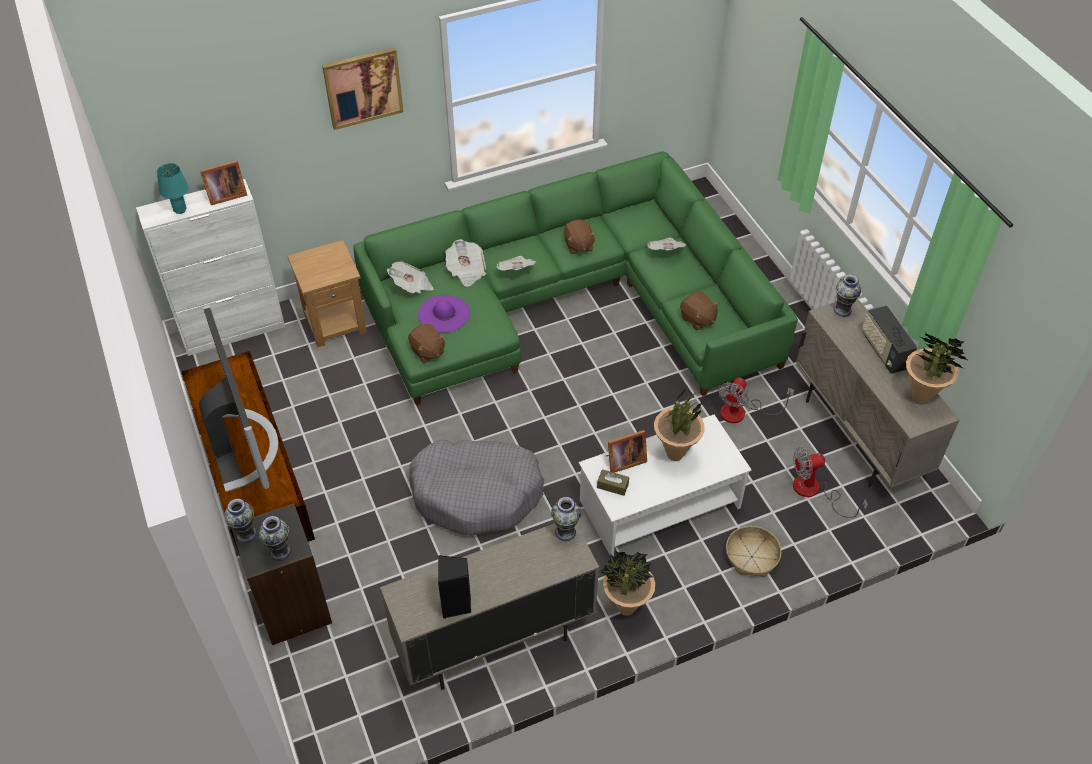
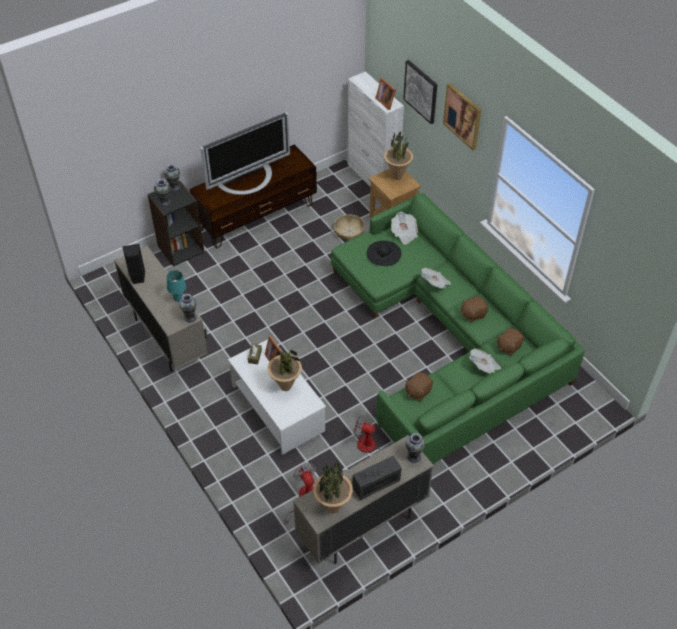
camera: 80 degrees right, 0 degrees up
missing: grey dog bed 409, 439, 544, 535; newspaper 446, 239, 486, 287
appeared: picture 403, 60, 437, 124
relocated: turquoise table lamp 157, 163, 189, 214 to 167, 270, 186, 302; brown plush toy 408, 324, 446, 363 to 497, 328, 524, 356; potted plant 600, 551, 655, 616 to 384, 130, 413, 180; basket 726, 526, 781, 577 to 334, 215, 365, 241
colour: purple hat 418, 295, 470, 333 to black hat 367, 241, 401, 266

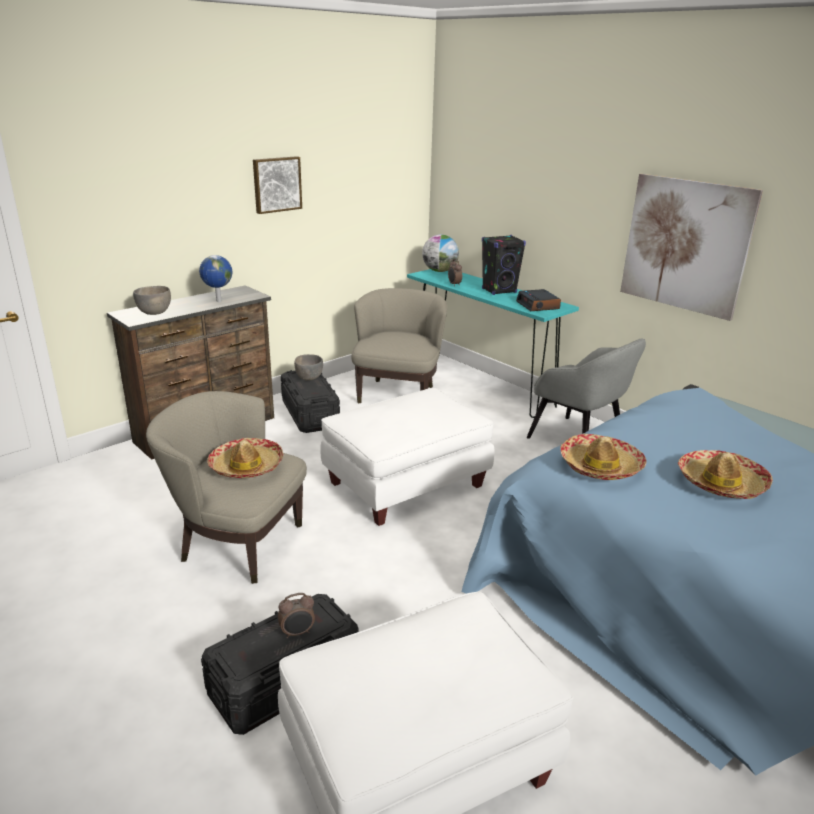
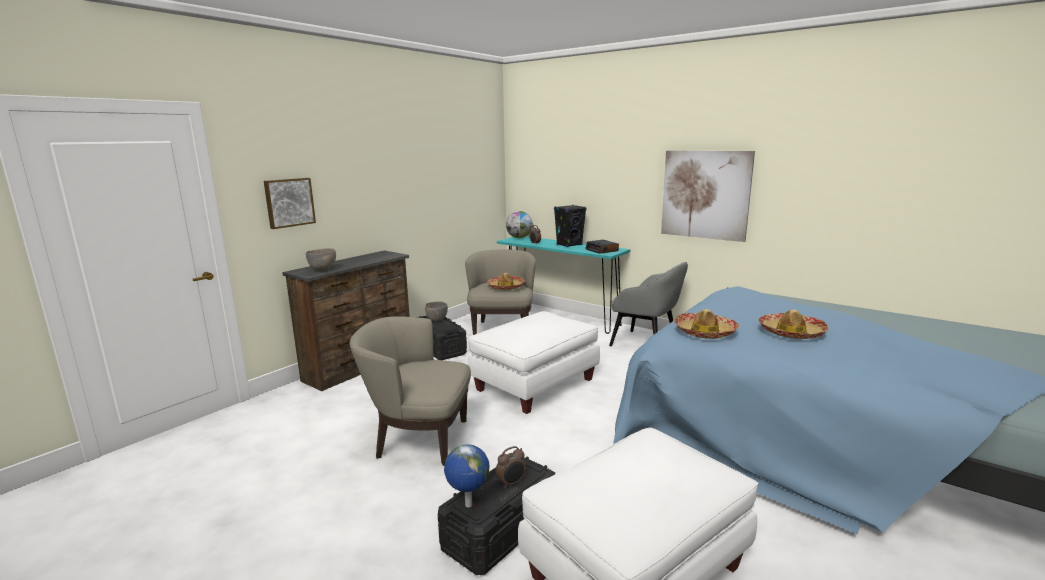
camera: 10 degrees left, 10 degrees down
relocated: globe 199, 255, 232, 302 to 444, 444, 489, 507; hat 207, 438, 283, 478 to 487, 273, 525, 290; picture 253, 156, 302, 214 to 264, 178, 316, 229

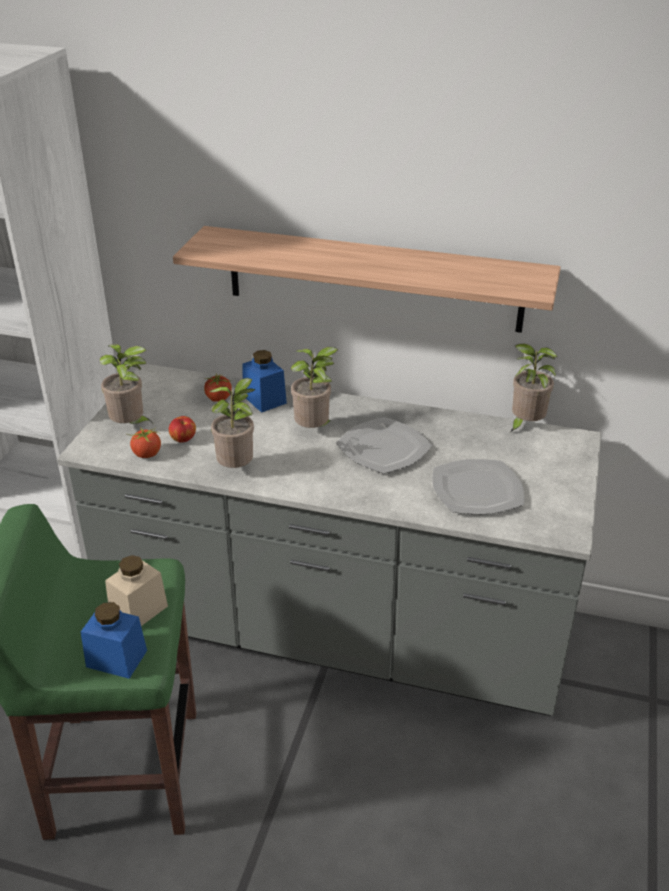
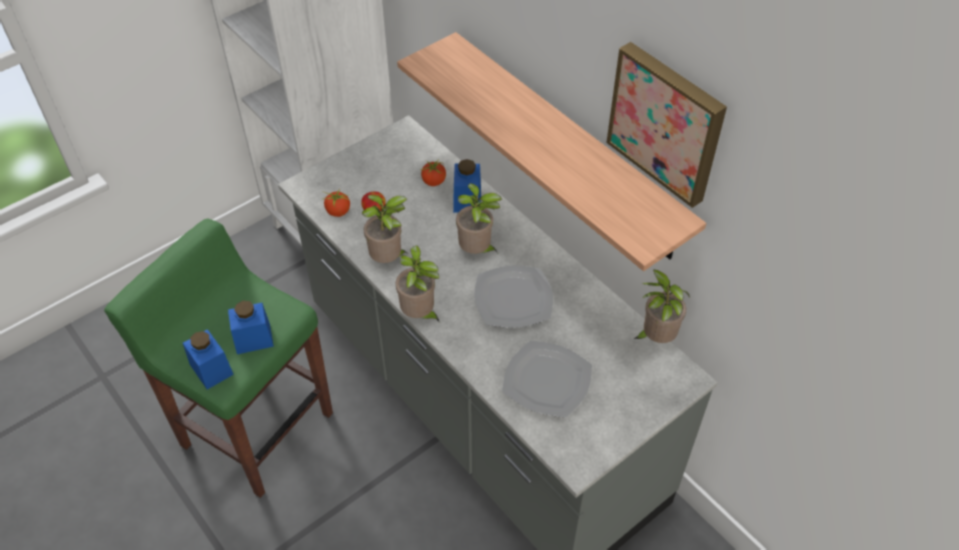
camera: 35 degrees right, 15 degrees up
appeared: picture 606, 42, 727, 208
relocated: potted plant 100, 344, 151, 424 to 395, 245, 440, 323
colour: beige jar 105, 555, 168, 626 to blue jar 228, 301, 274, 354

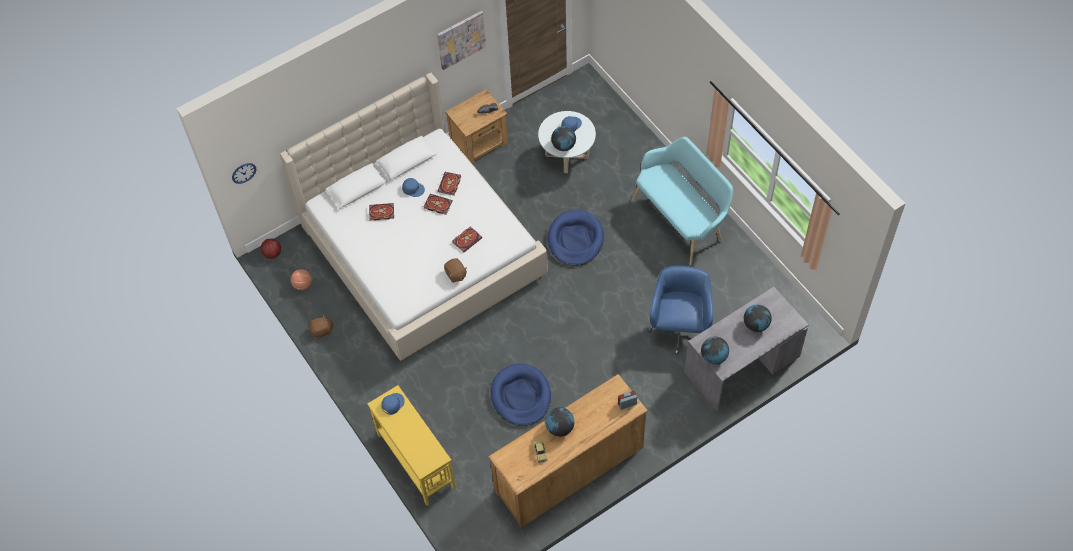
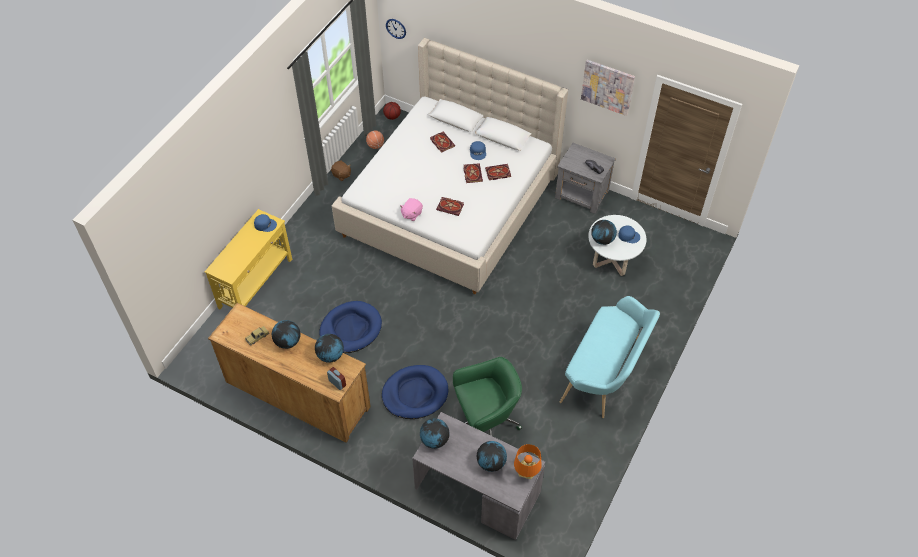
camera: 60 degrees right, 5 degrees down
appeared: globe 315, 334, 344, 363; orange table lamp 514, 444, 542, 479
relocated: blue dog bed 548, 210, 604, 266 to 382, 365, 448, 419
colour: brown plush toy 444, 258, 467, 283 to pink plush toy 400, 198, 423, 221; brown nightstand 445, 89, 508, 164 to grey nightstand 555, 143, 616, 214; blue office chair 647, 266, 713, 355 to green office chair 453, 357, 522, 436

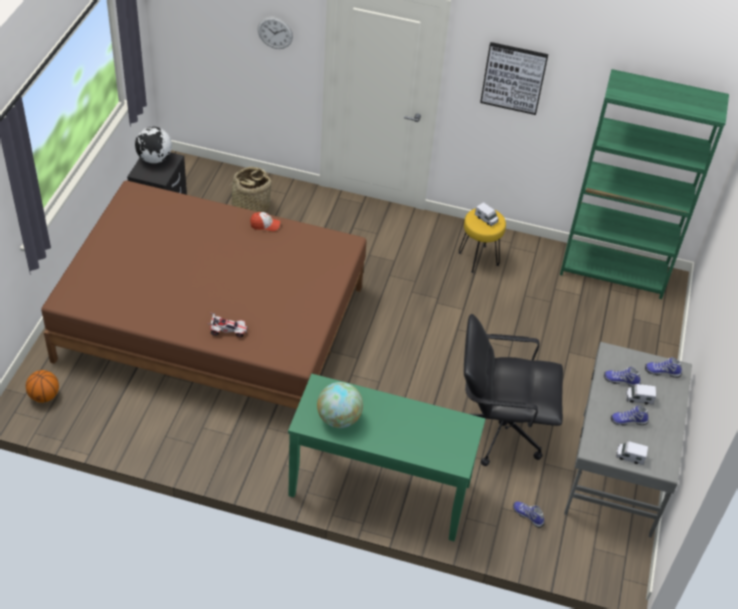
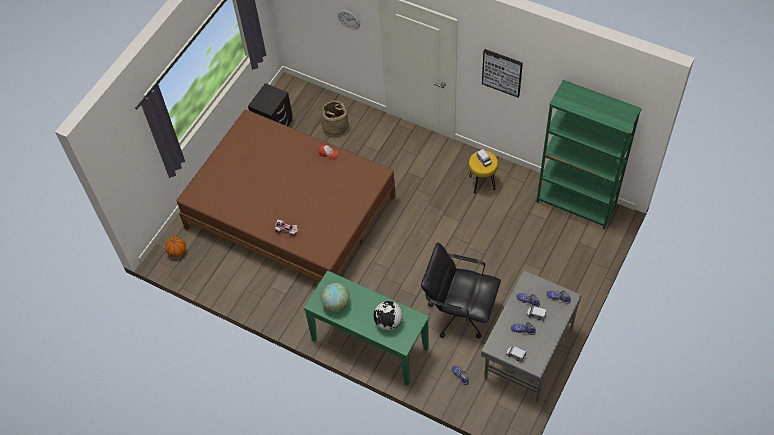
camera: 20 degrees right, 10 degrees up
relocated: globe 135, 127, 172, 163 to 374, 301, 403, 330

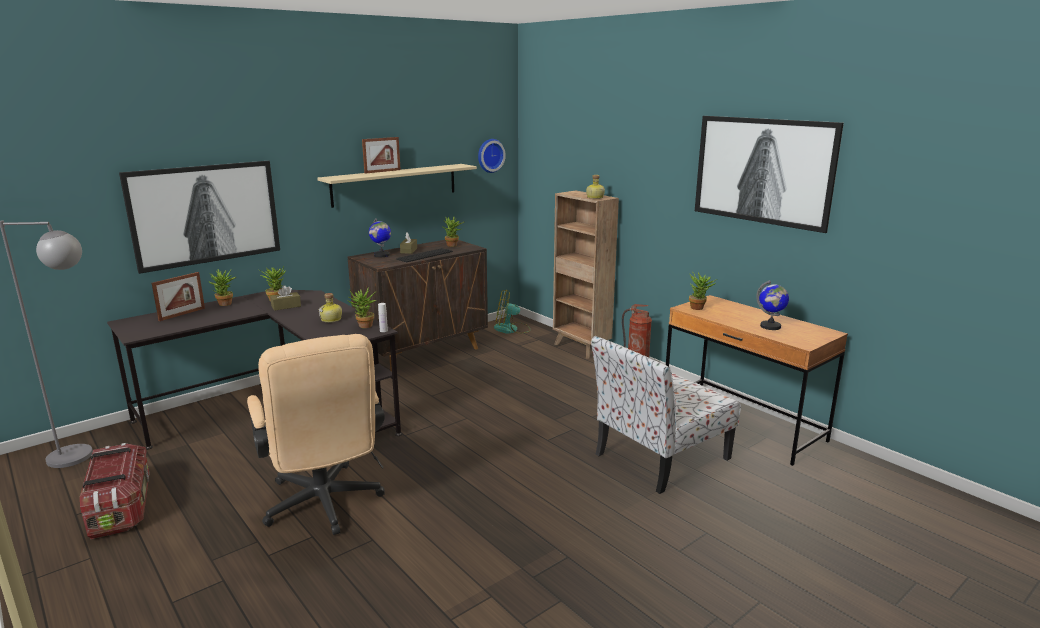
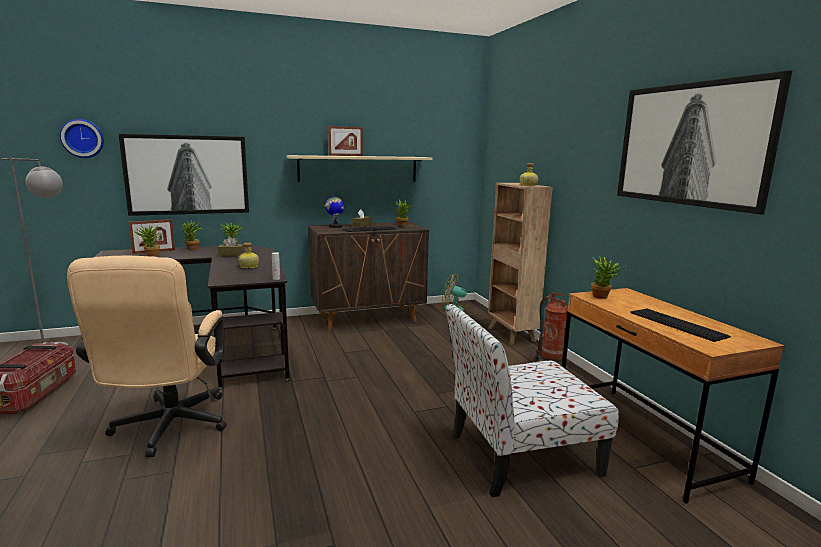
camera: 20 degrees right, 5 degrees down
relocated: potted plant 347, 287, 377, 328 to 134, 224, 160, 256; wall clock 478, 139, 506, 173 to 60, 119, 104, 158
exchanged: globe 756, 280, 789, 330 to keyboard 630, 309, 731, 342

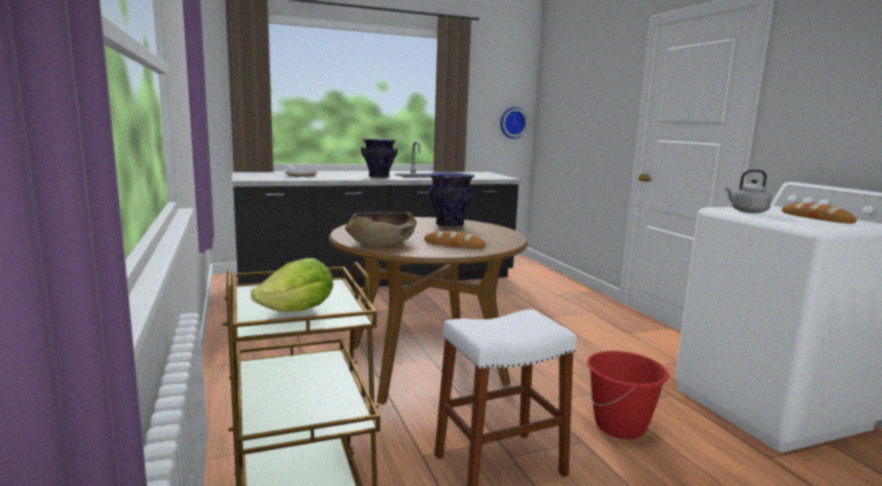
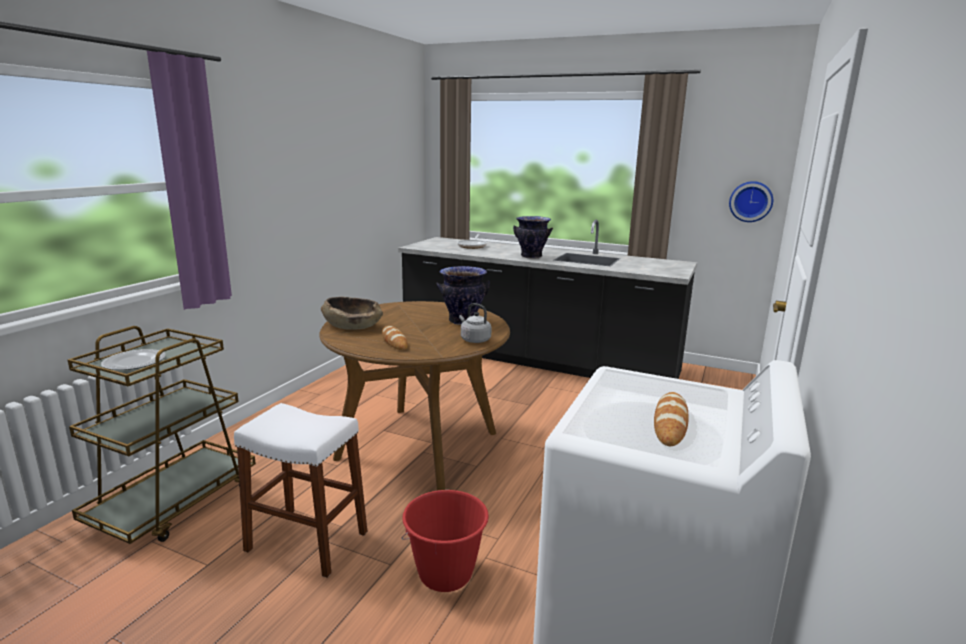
camera: 45 degrees right, 5 degrees up
relocated: grey kettle 725, 170, 772, 213 to 459, 303, 492, 343
exchanged: lettuce 251, 258, 333, 312 to plate 101, 349, 166, 370

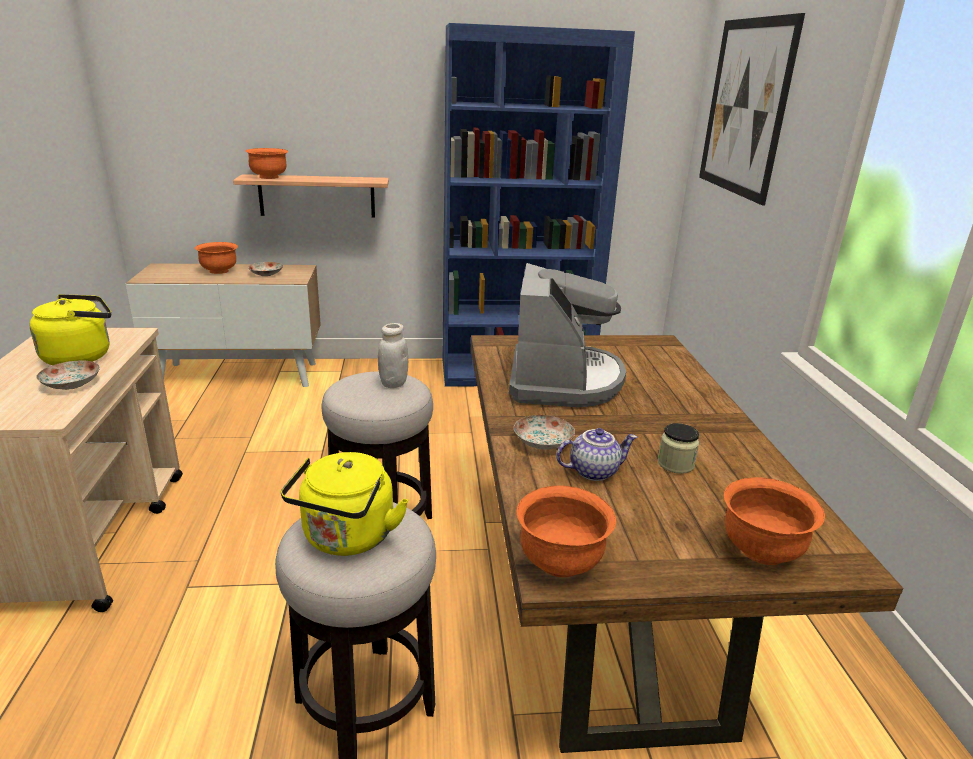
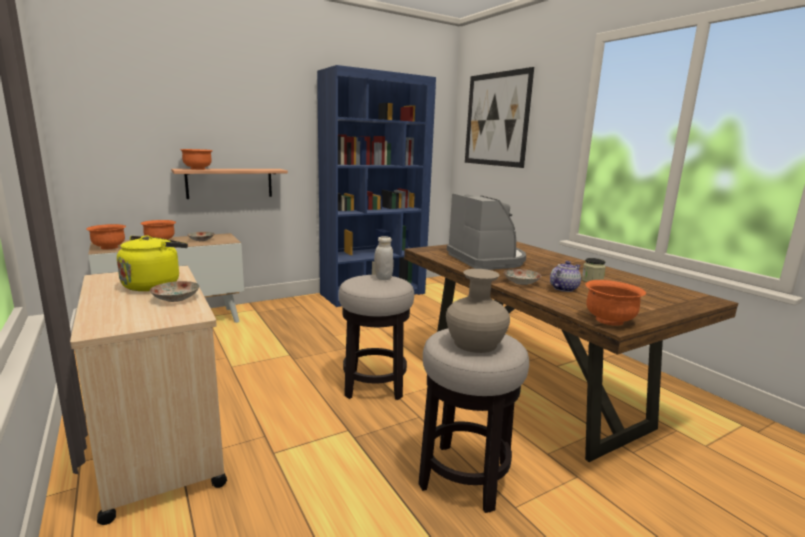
camera: 25 degrees left, 10 degrees down
relocated: orange bowl 724, 477, 825, 565 to 86, 224, 126, 250
exchanged: yellow kettle 281, 452, 408, 556 to beige vase 446, 269, 510, 353

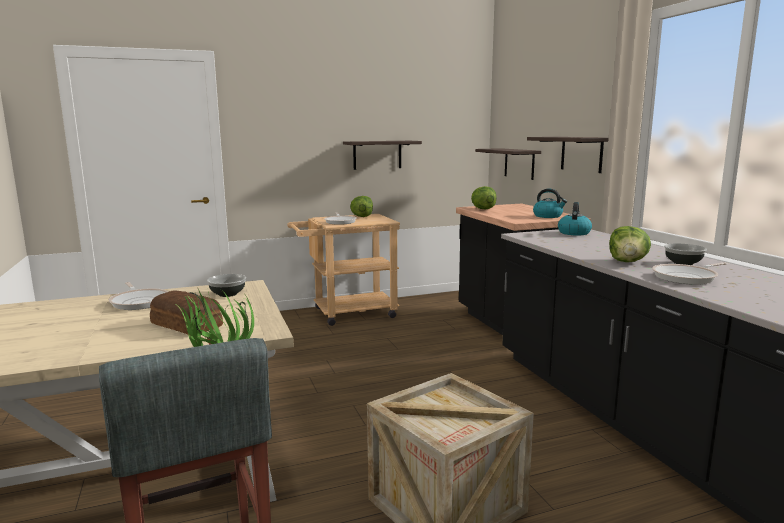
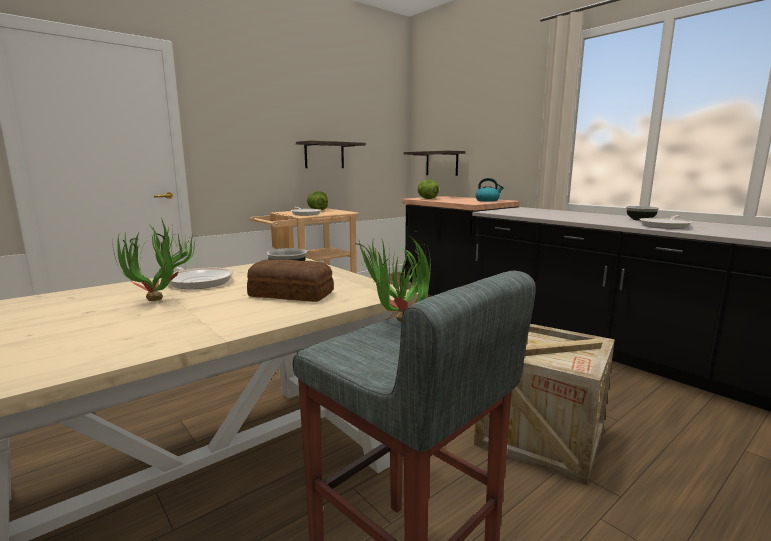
camera: 20 degrees left, 0 degrees up
missing: shelf 527, 137, 609, 173; kettle 558, 202, 592, 235; lettuce 609, 226, 651, 262
appeared: potted plant 112, 218, 197, 301

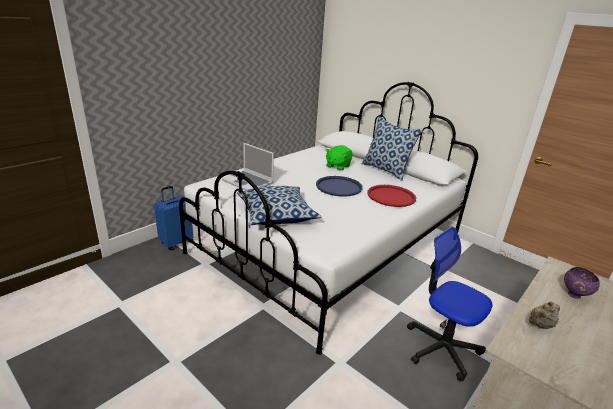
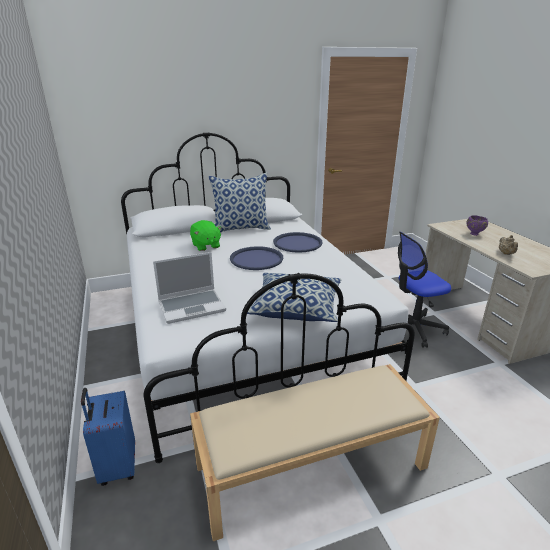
camera: 60 degrees left, 0 degrees up
appeared: beige bench 190, 364, 440, 541
colour: red tray 367, 185, 416, 207 to blue tray 273, 232, 323, 253

